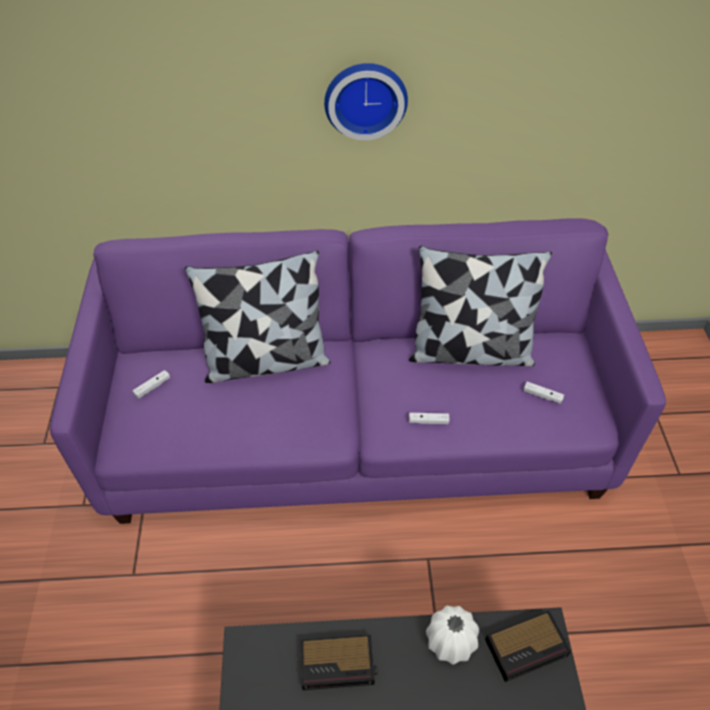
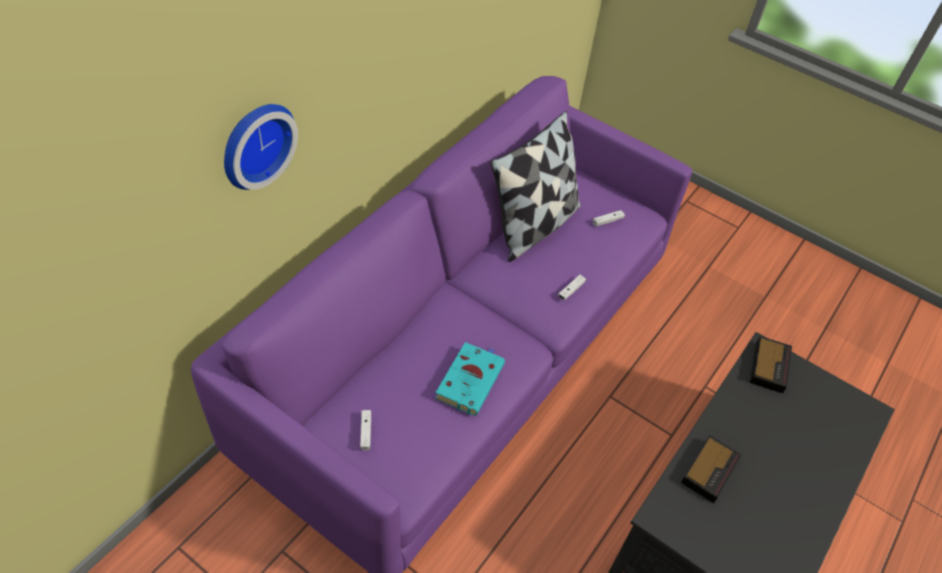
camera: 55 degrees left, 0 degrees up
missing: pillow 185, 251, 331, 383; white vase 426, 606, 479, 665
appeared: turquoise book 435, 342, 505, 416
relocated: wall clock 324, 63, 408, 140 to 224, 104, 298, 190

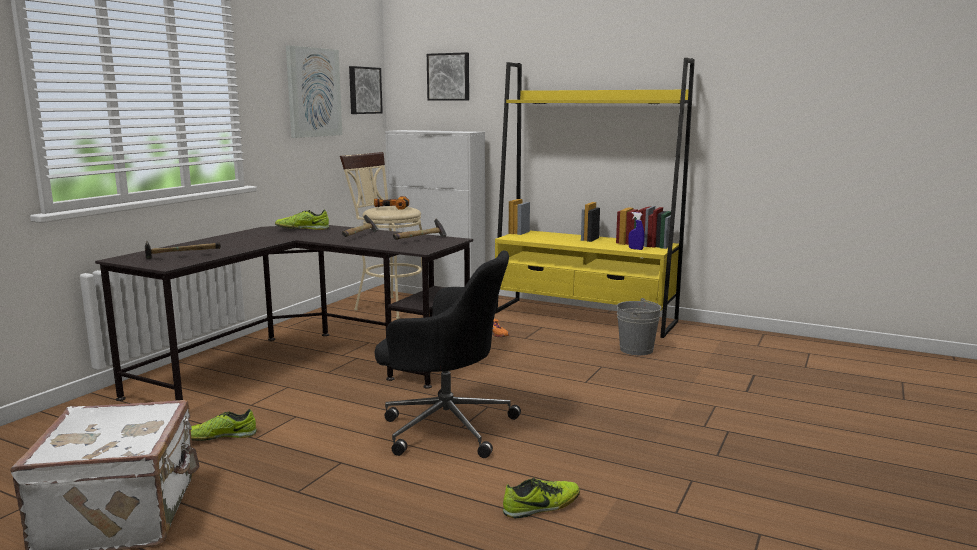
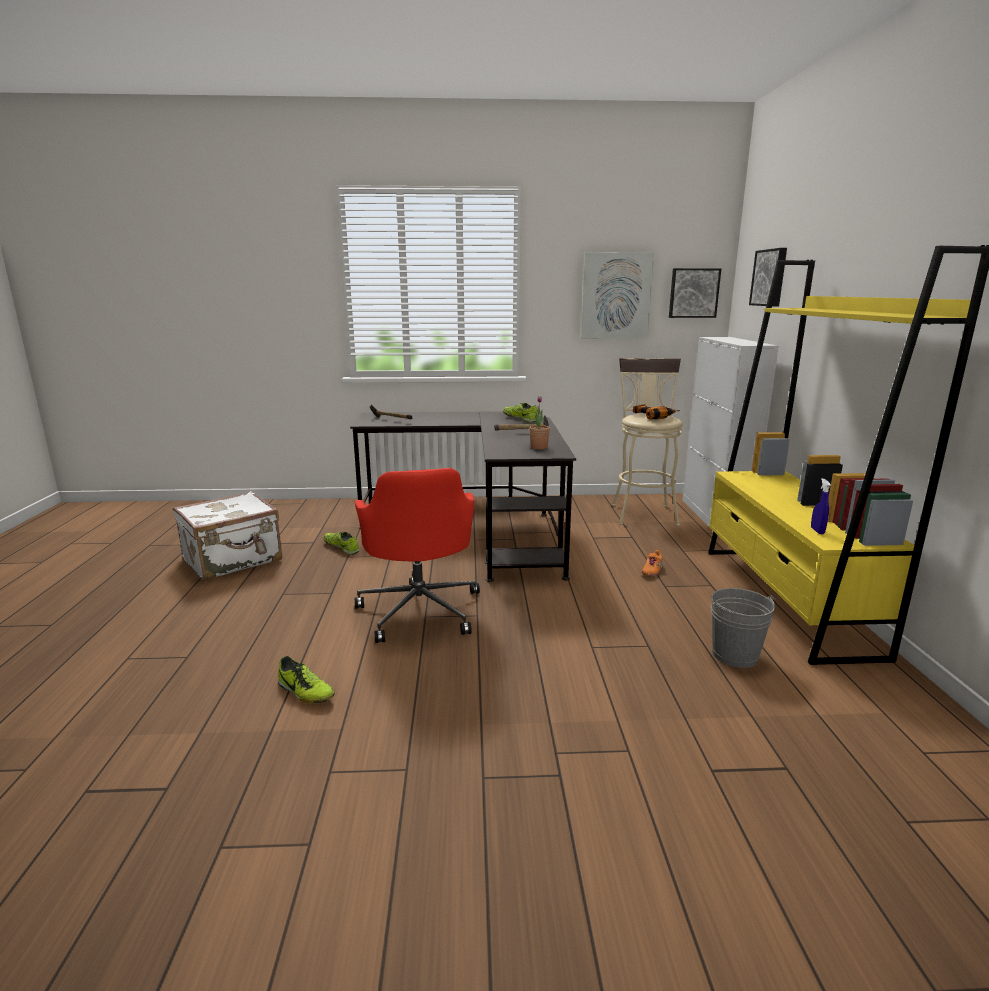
camera: 60 degrees right, 5 degrees up
exchanged: hammer 393, 218, 447, 240 to potted plant 529, 396, 550, 449
colour: black office chair 375, 251, 521, 458 to red office chair 355, 468, 480, 643

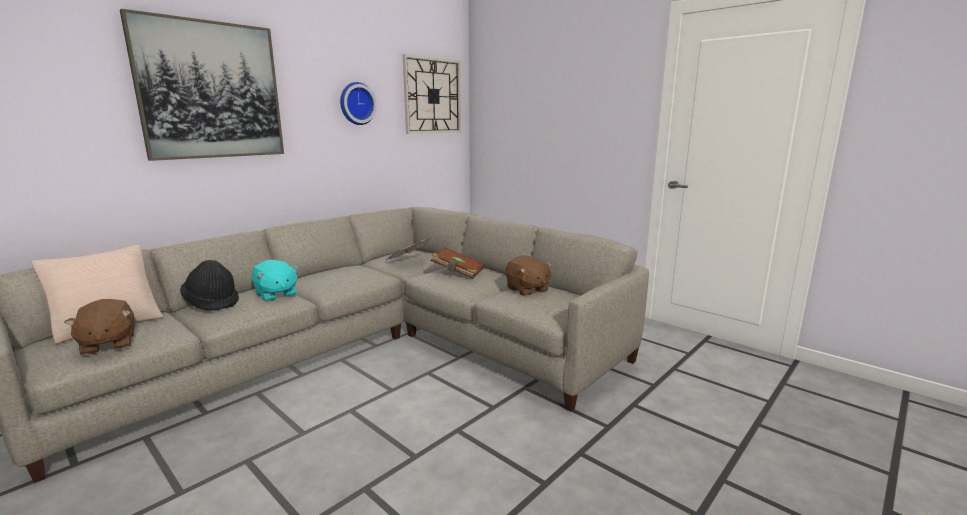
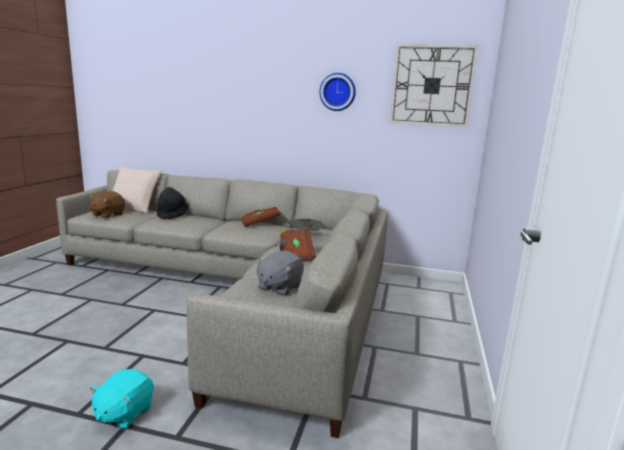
camera: 60 degrees right, 0 degrees up
missing: picture 120, 9, 284, 161
appeared: brown book 240, 207, 280, 227
relocated: turquoise plush toy 252, 260, 298, 301 to 90, 369, 154, 429
colour: brown plush toy 505, 255, 552, 296 to grey plush toy 255, 251, 304, 296

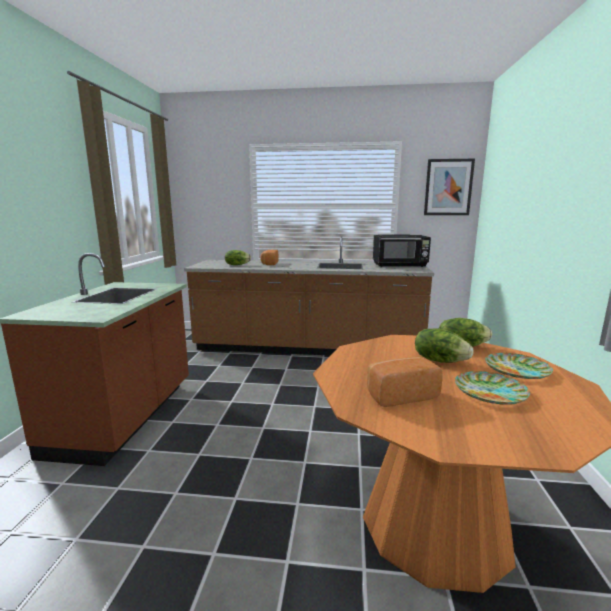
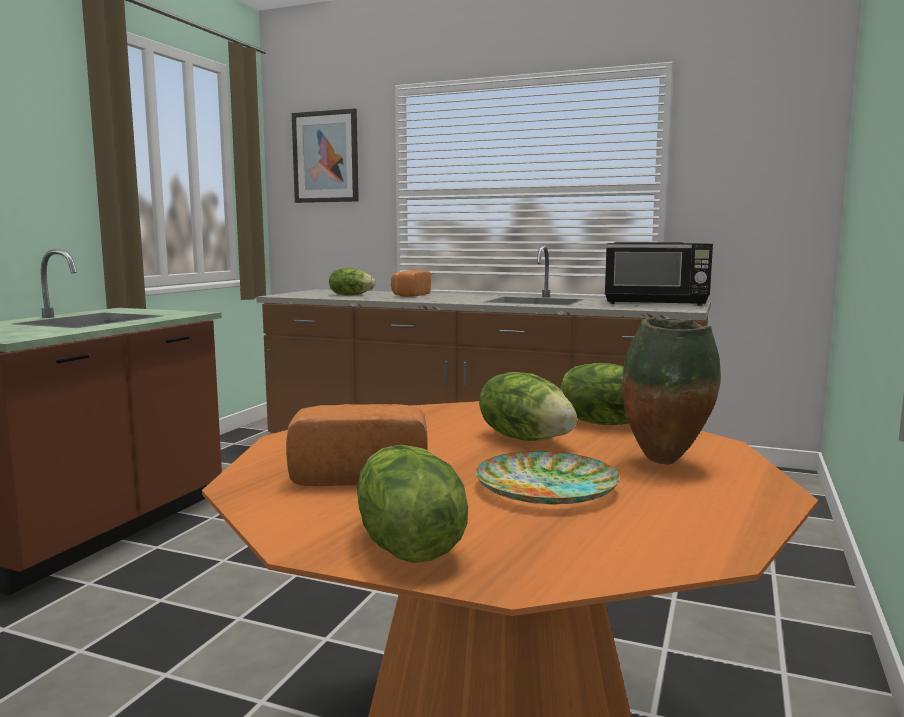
camera: 15 degrees right, 5 degrees down
appeared: lettuce 357, 445, 468, 563
relocated: picture 424, 159, 475, 215 to 292, 108, 359, 203
exchanged: plate 485, 353, 553, 379 to vase 622, 318, 721, 465

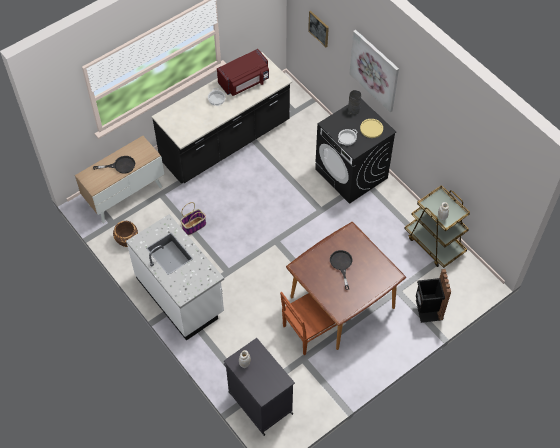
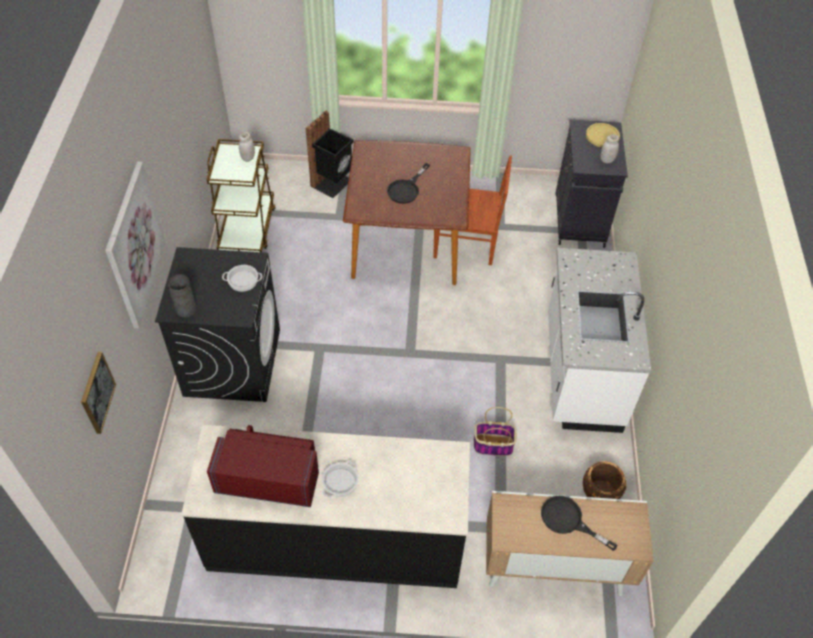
camera: 140 degrees left, 5 degrees down
relocated: yellow plate 360, 119, 383, 138 to 586, 123, 620, 147

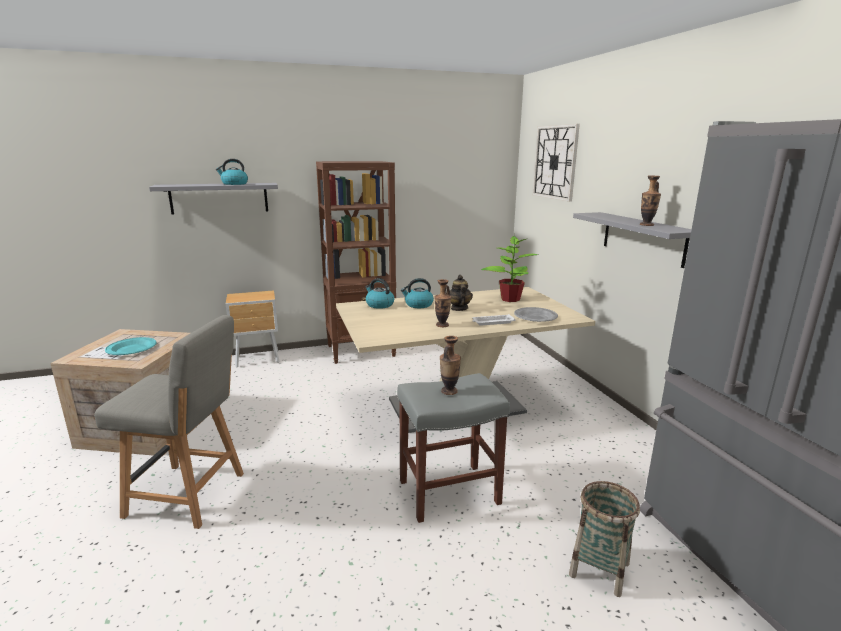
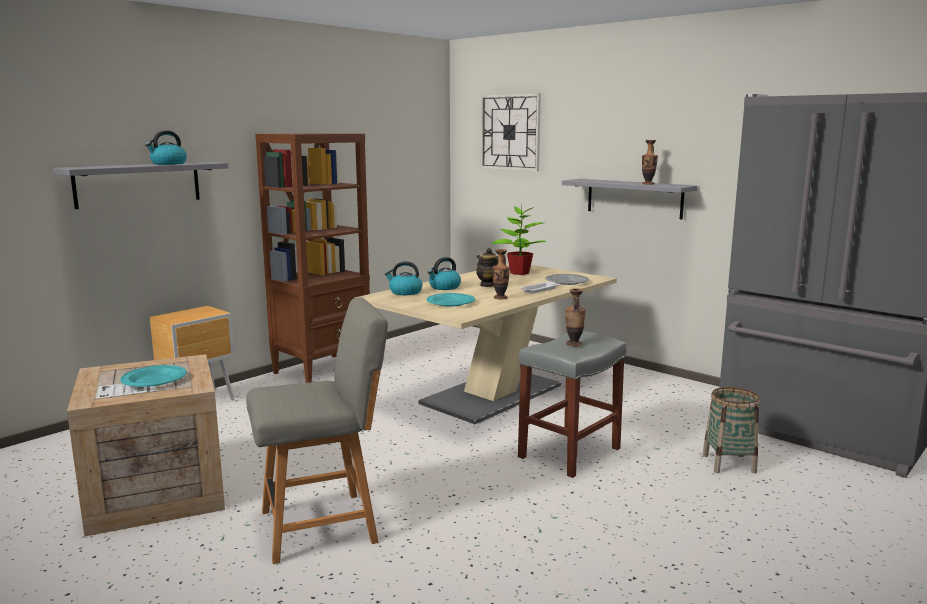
camera: 30 degrees left, 5 degrees down
appeared: turquoise plate 426, 293, 475, 307

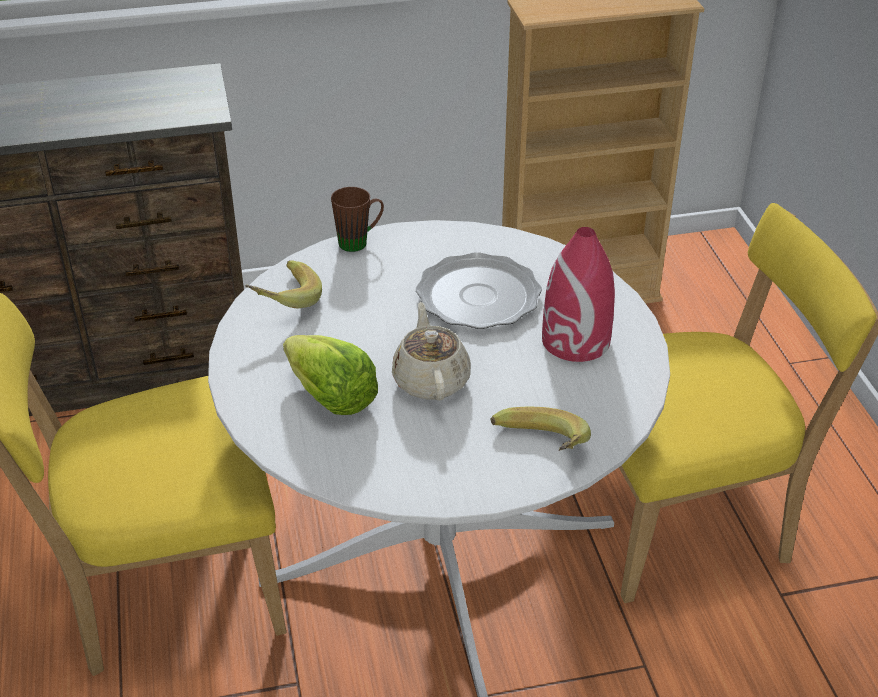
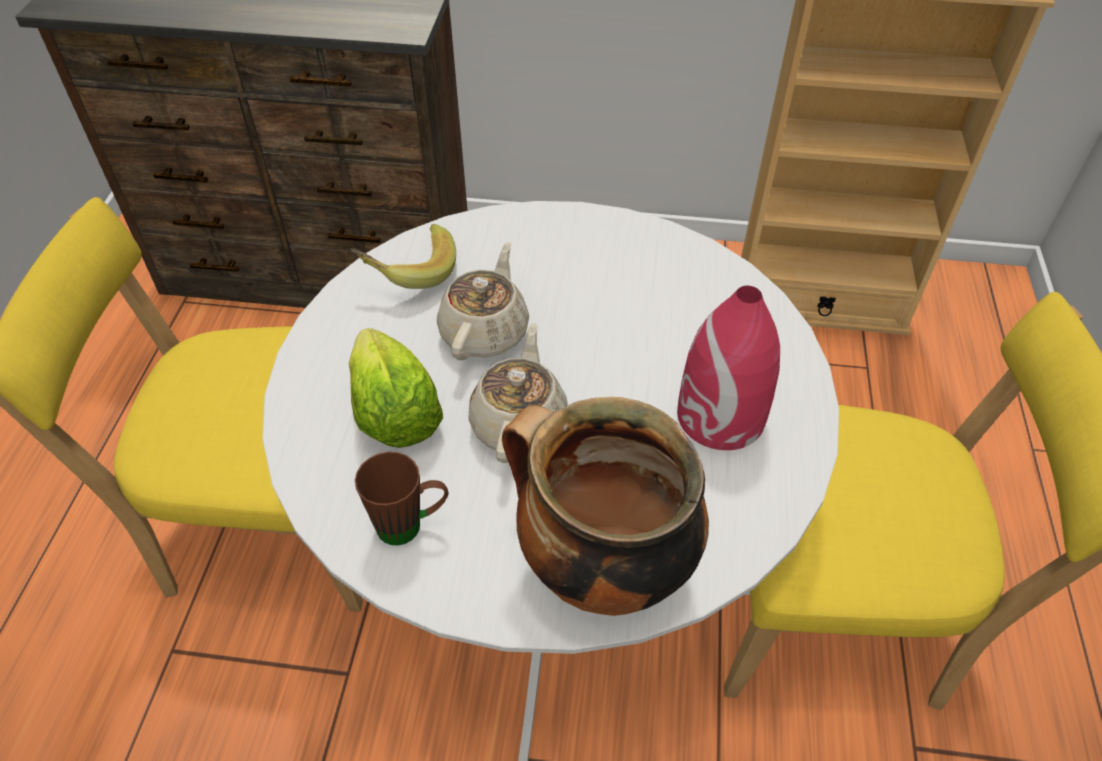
camera: 20 degrees right, 10 degrees up
missing: plate 416, 252, 542, 329
appeared: beige teapot 437, 242, 529, 360
relocated: brown mug 331, 187, 384, 252 to 355, 452, 448, 545
exchanged: banana 491, 407, 591, 451 to cooking pot 502, 397, 709, 616

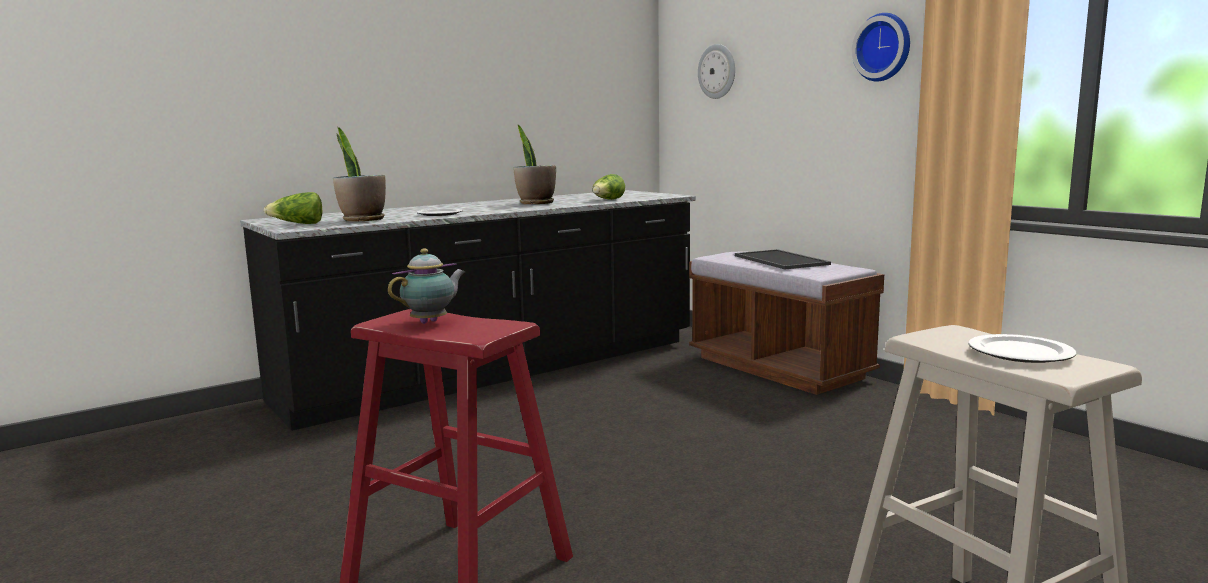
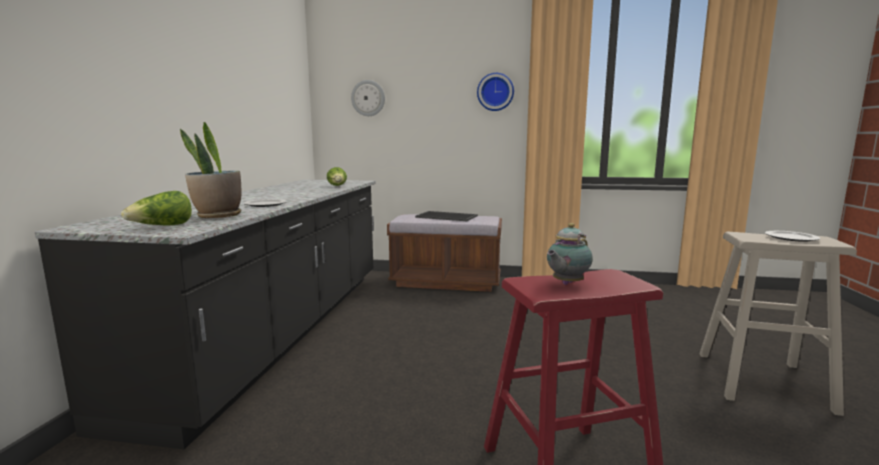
camera: 45 degrees left, 0 degrees up
missing: potted plant 513, 124, 556, 204
spun: teapot 388, 248, 465, 324 = 547, 223, 593, 285 135 degrees counterclockwise

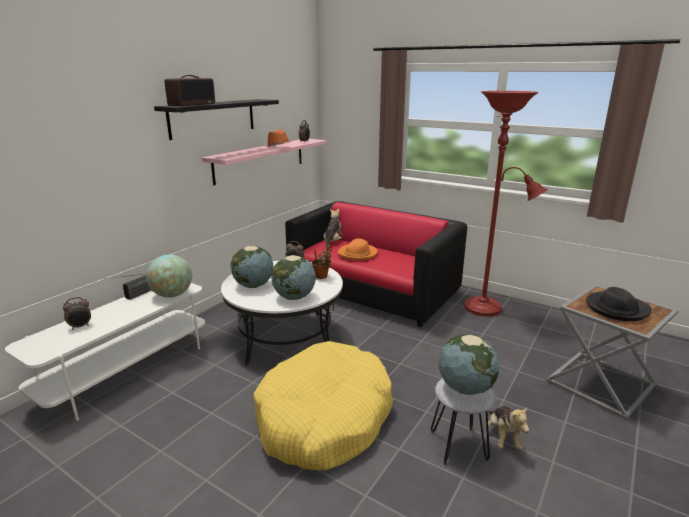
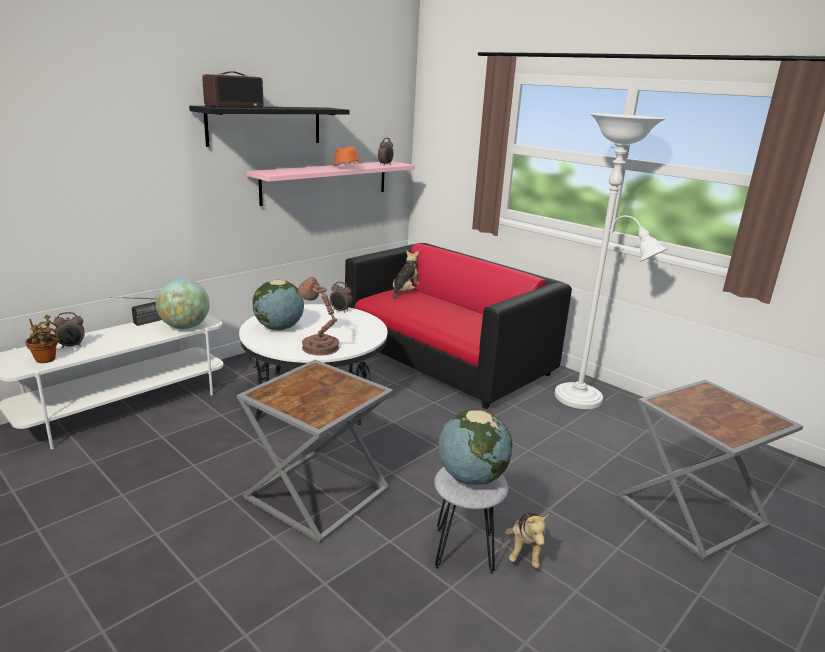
camera: 10 degrees right, 0 degrees up
missing: orange hat 338, 239, 378, 261; black hat 586, 287, 652, 321
relocated: potted plant 311, 245, 333, 279 to 25, 315, 58, 363
exchanged: yellow dog bed 253, 341, 393, 471 to grey side table 237, 360, 393, 544; globe 271, 255, 316, 300 to brown table lamp 298, 277, 339, 356
colour: red floor lamp 464, 91, 548, 317 to white floor lamp 554, 113, 668, 409

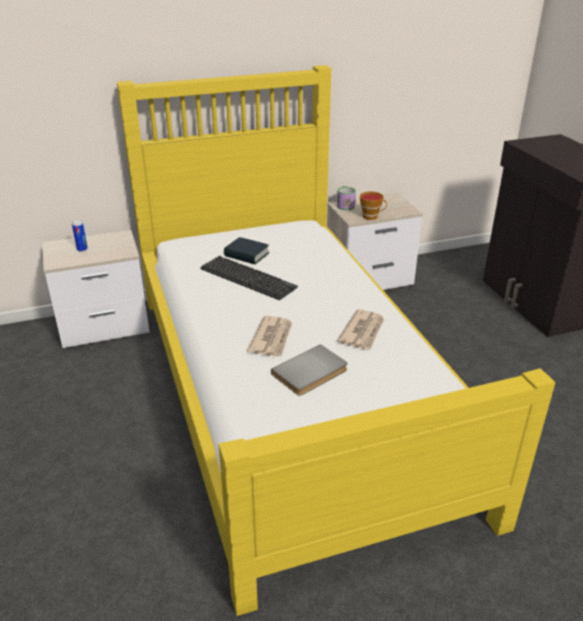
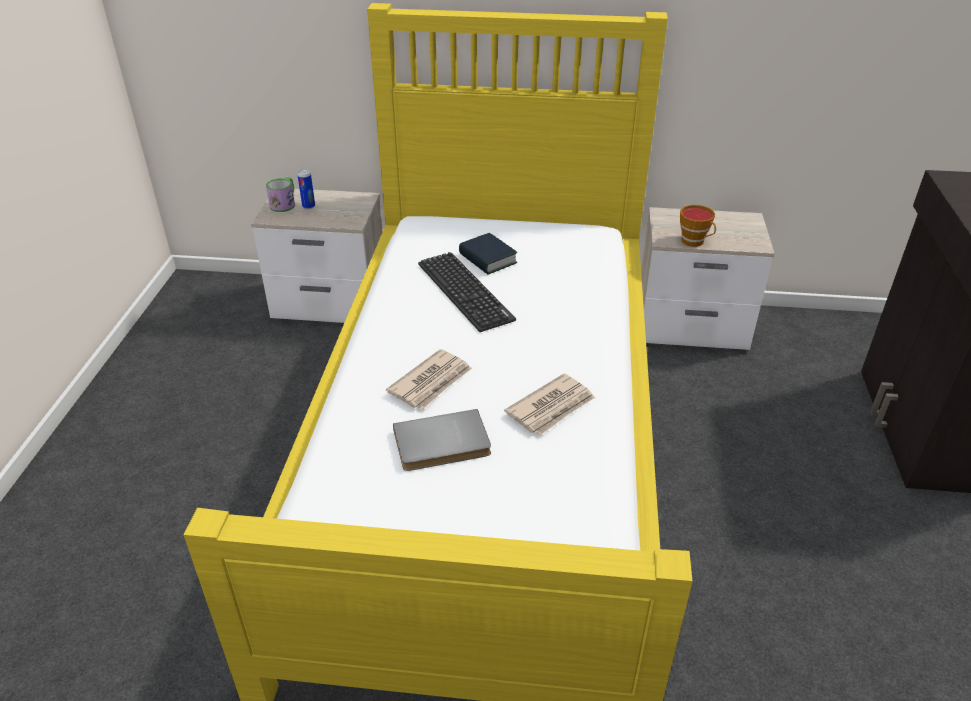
camera: 25 degrees right, 5 degrees up
relocated: mug 337, 186, 356, 210 to 266, 177, 295, 212

